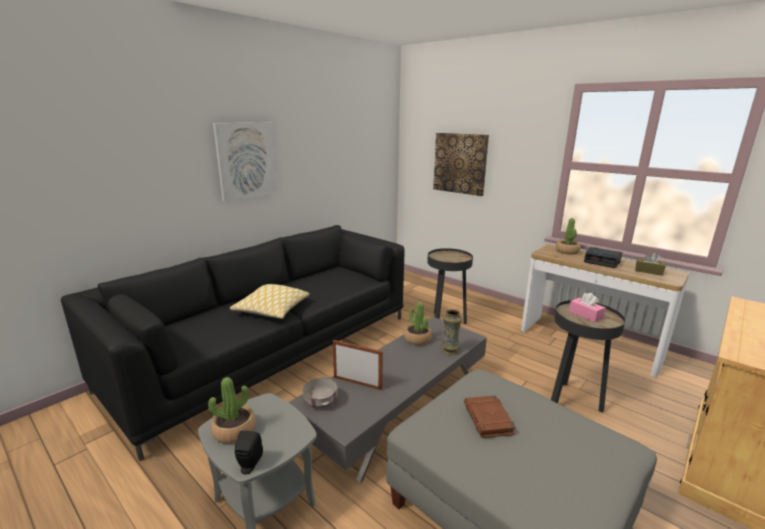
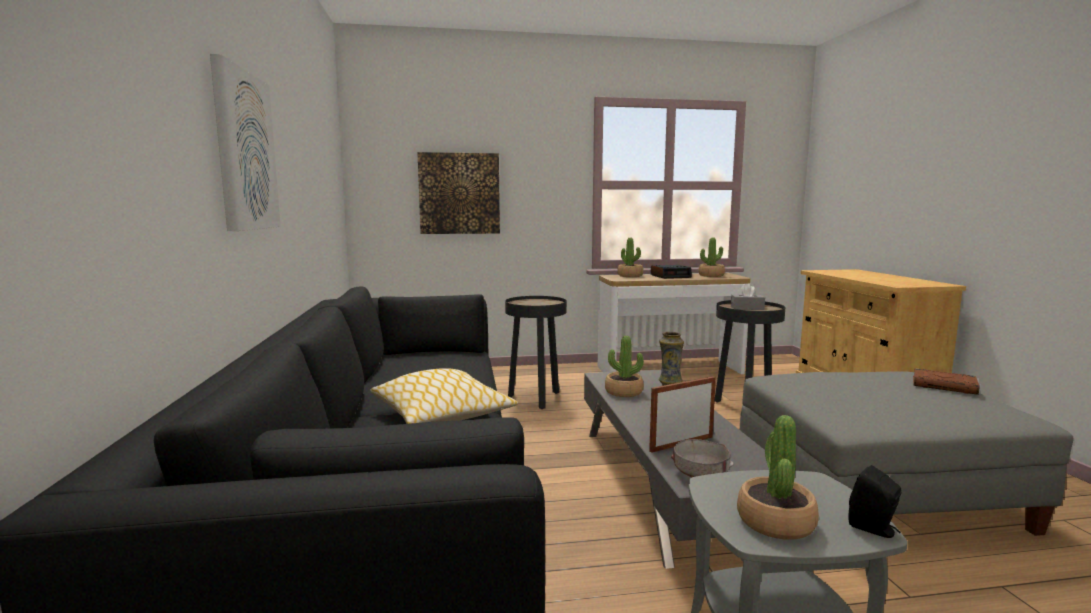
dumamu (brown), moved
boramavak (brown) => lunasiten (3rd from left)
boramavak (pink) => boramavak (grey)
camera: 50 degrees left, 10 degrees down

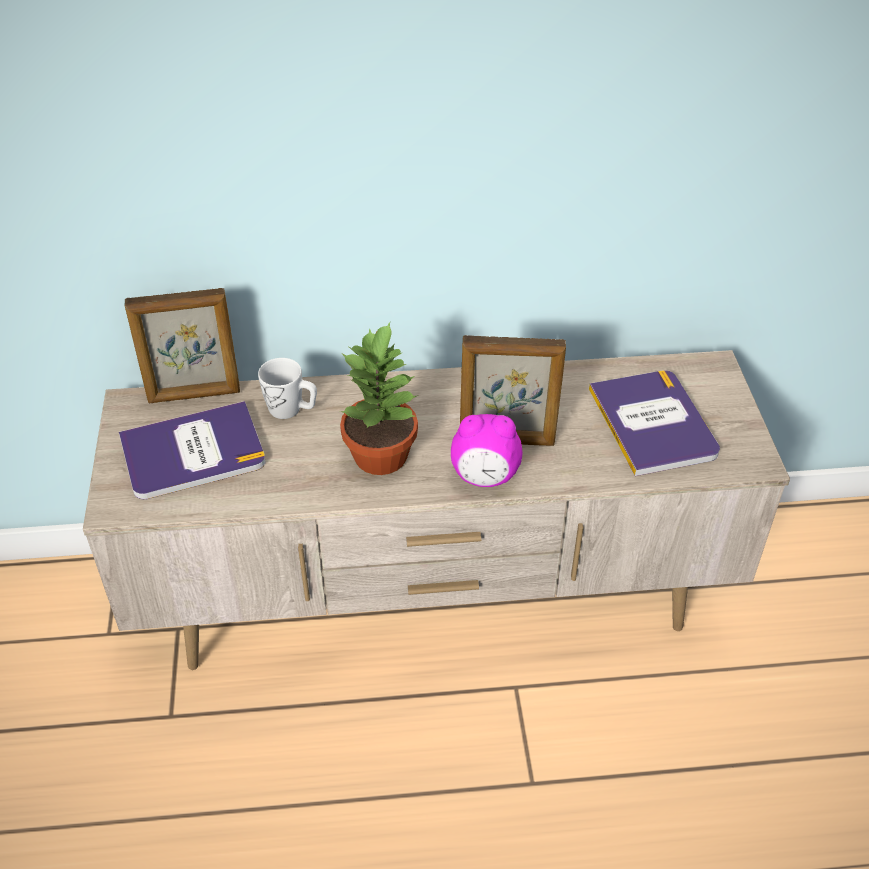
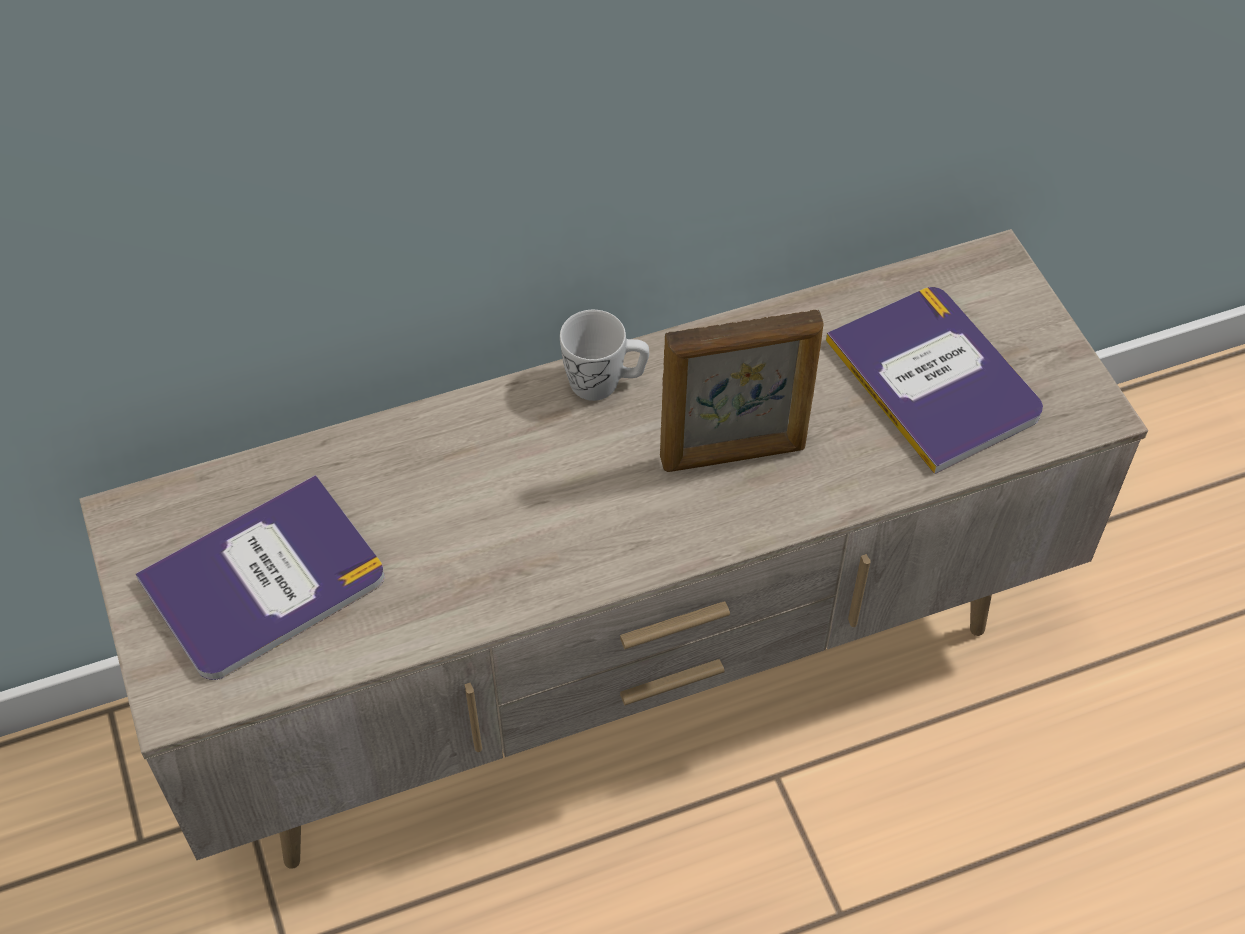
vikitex (1st from left) => nothing
lunasiten => nothing
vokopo => nothing
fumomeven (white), moved
camera: 15 degrees left, 10 degrees up

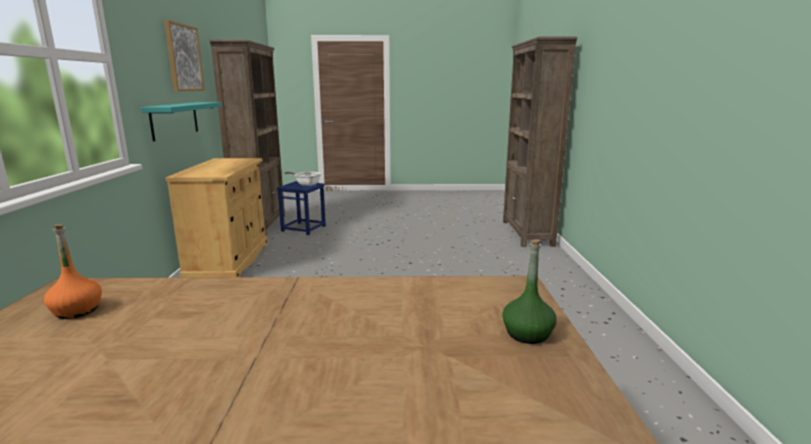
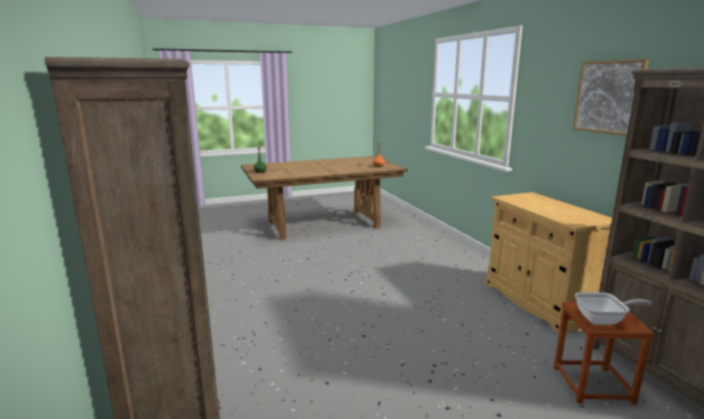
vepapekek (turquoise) => nothing
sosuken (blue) => sosuken (brown)
camera: 160 degrees right, 0 degrees up

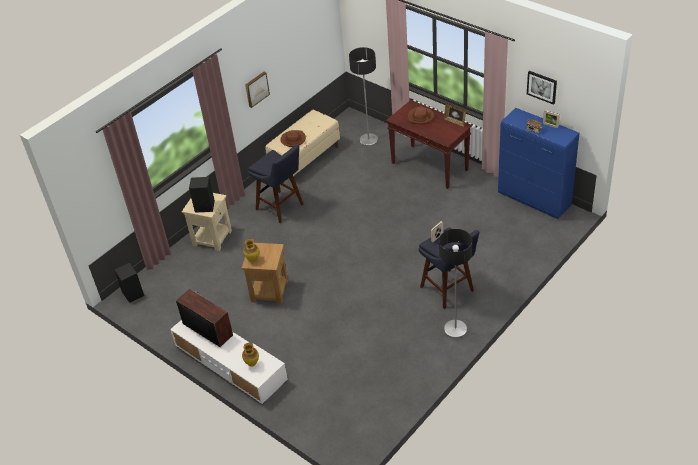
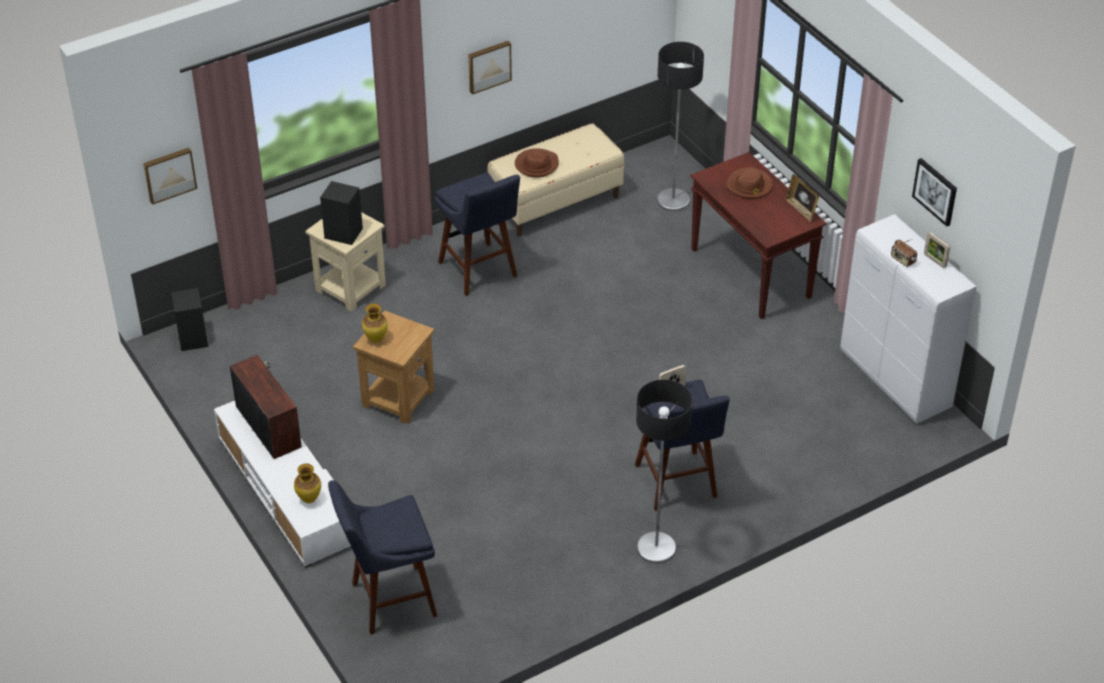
nothing => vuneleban (1st from left)
nothing => sosuken (blue) (1st from left)
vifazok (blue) => vifazok (white)
camera: 15 degrees right, 0 degrees up

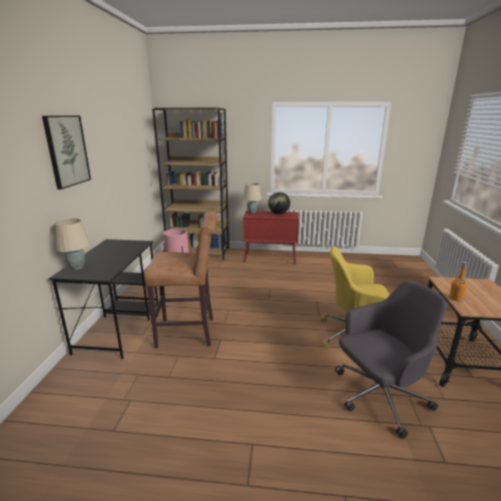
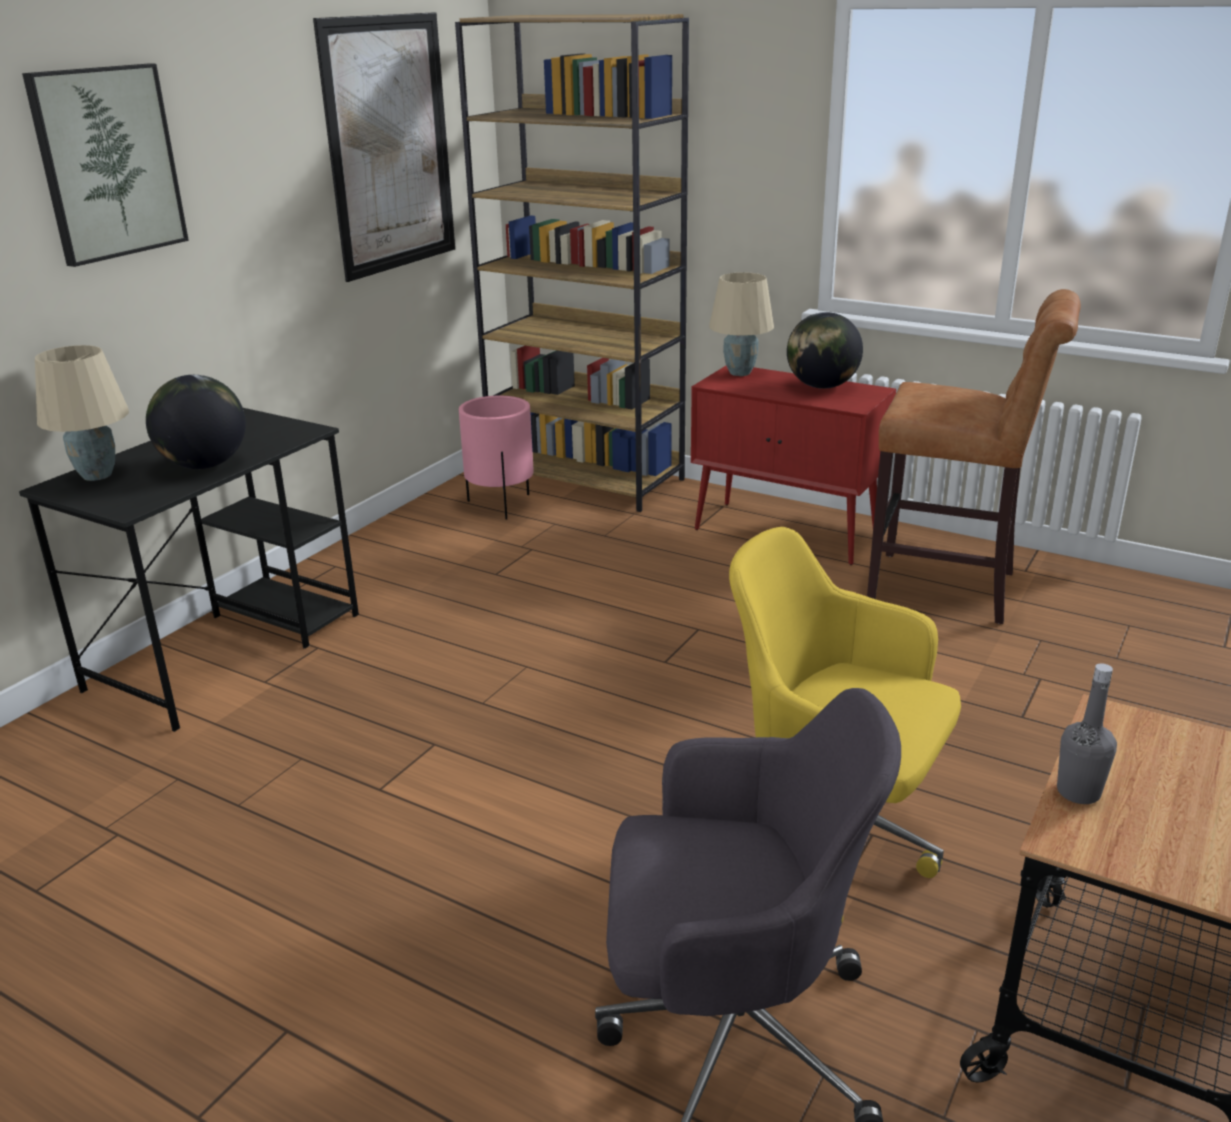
nothing => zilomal (1st from left)
nothing => vuneleban (2nd from left)
sosuken (brown), moved
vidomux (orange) => vidomux (grey)
camera: 25 degrees right, 5 degrees up

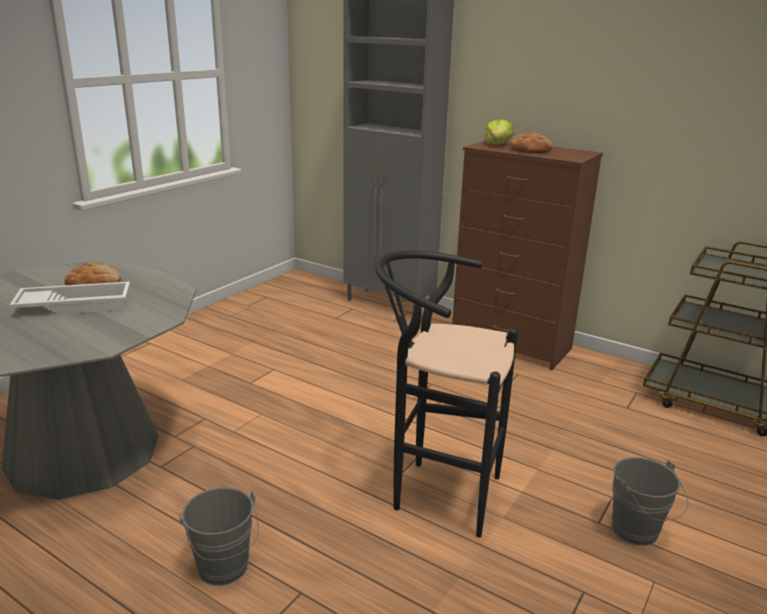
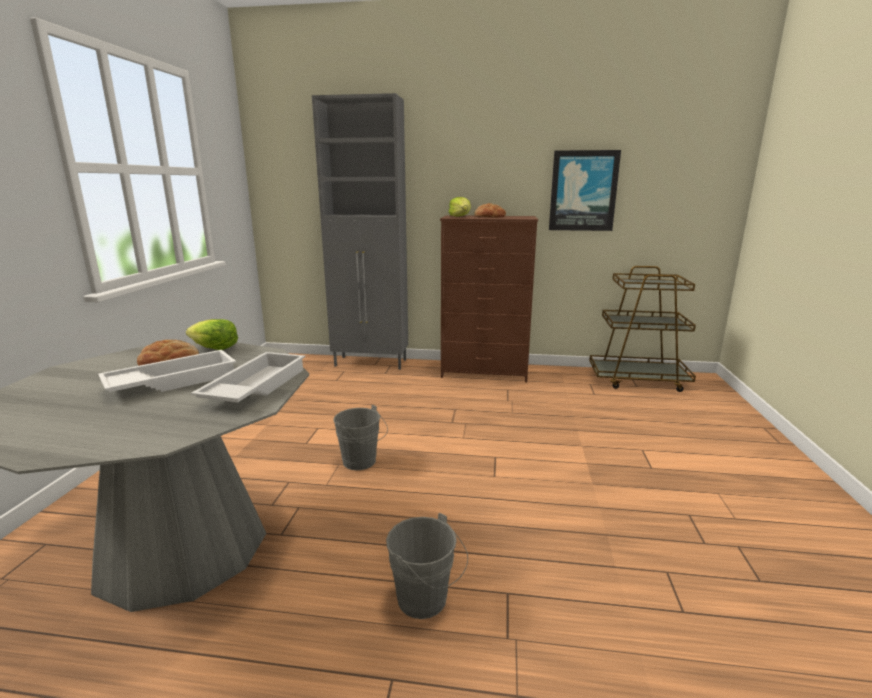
sosuken (black) => nothing
nothing => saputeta (1st from left)
nothing => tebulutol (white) (2nd from left)
nothing => vuneleban
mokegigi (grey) (2nd from left in the first image) => mokegigi (grey) (1st from left), moved
camera: 25 degrees left, 5 degrees down

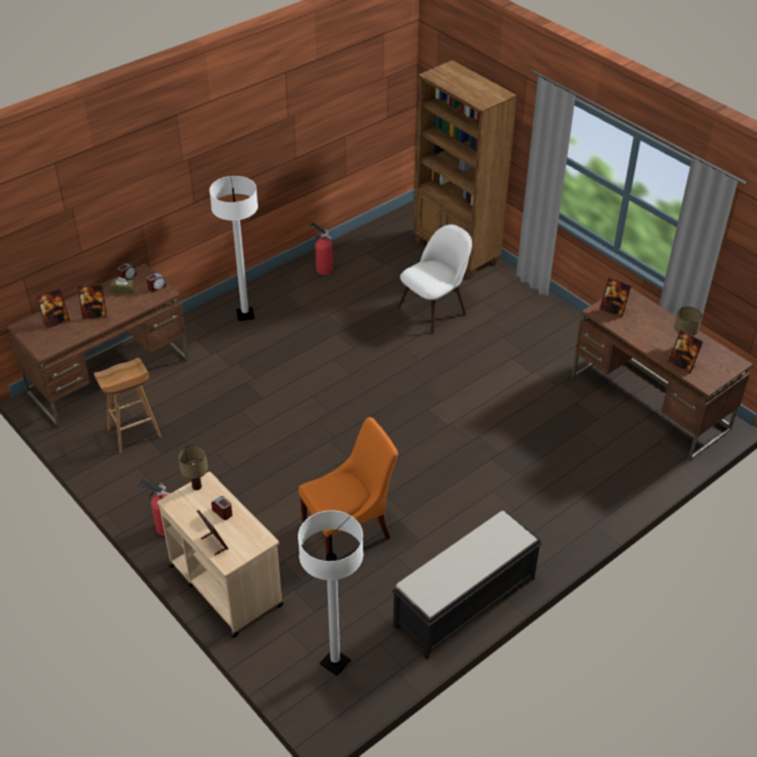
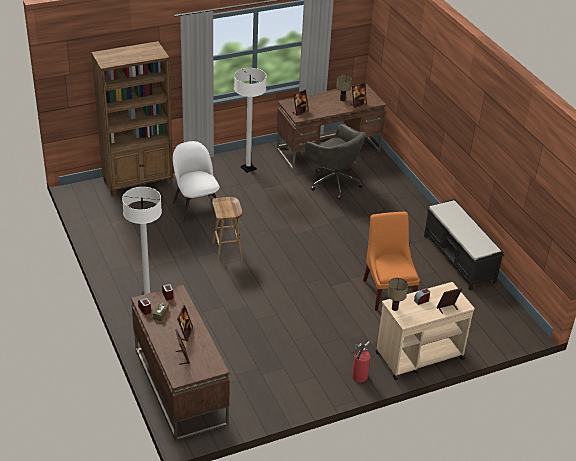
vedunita (2nd from left) => nothing
nothing => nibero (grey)
sosuken (brown), moved
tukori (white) (2nd from left), moved
camera: 75 degrees left, 5 degrees down

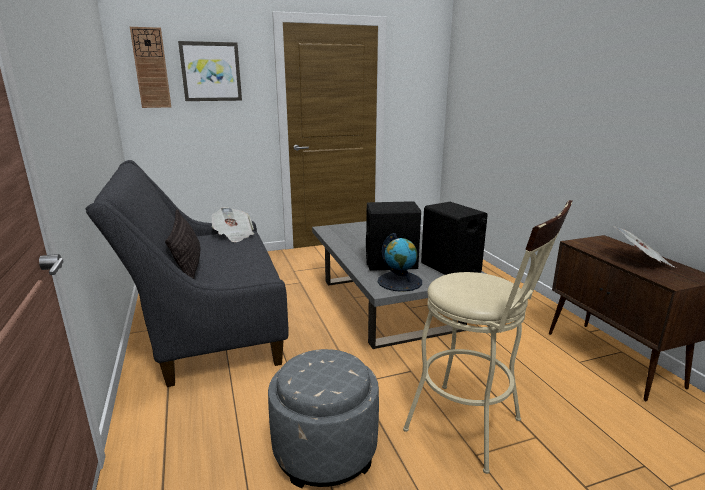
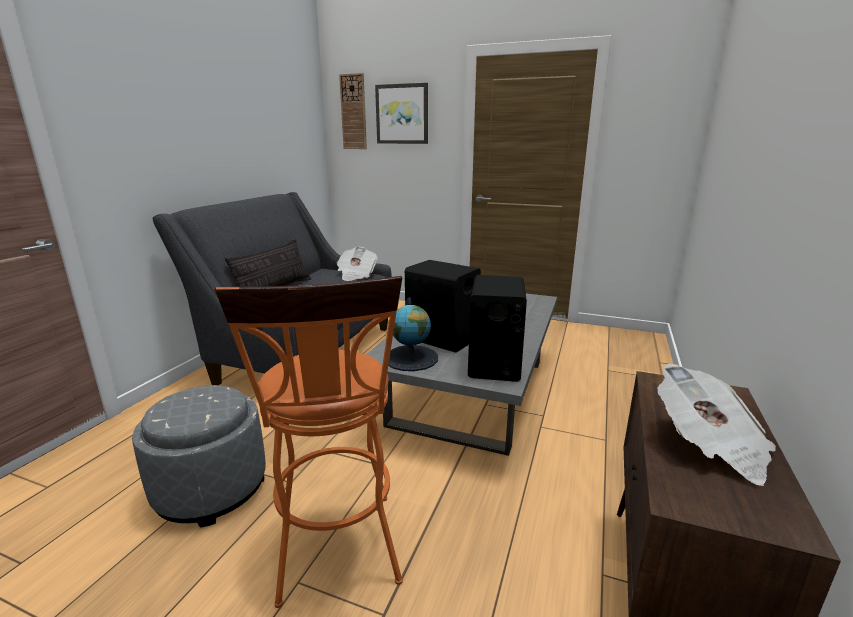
sosuken (beige) => sosuken (orange)
camera: 40 degrees right, 0 degrees up

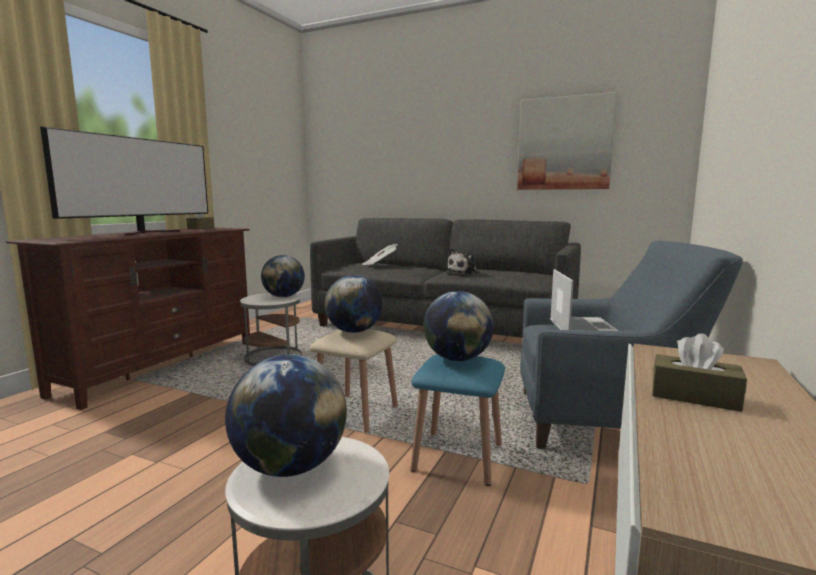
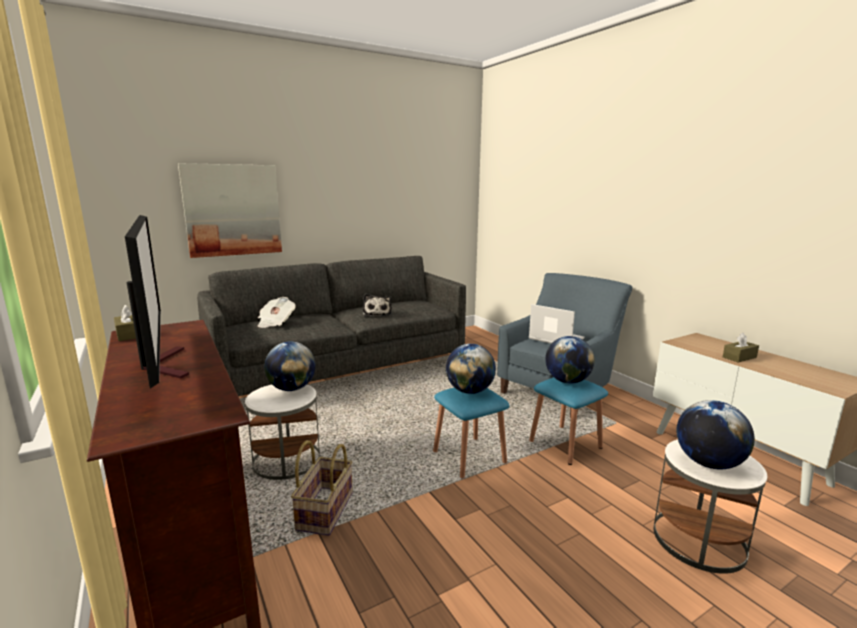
nothing => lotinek
vuneleban, moved
sosuken (beige) => sosuken (blue) (1st from left)
camera: 55 degrees left, 5 degrees up

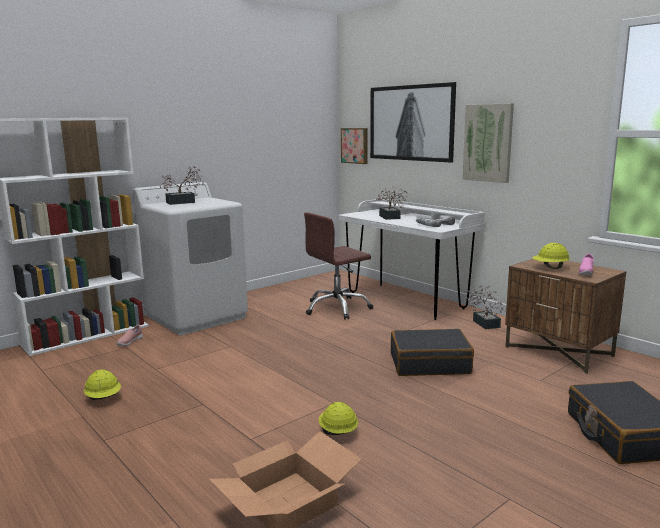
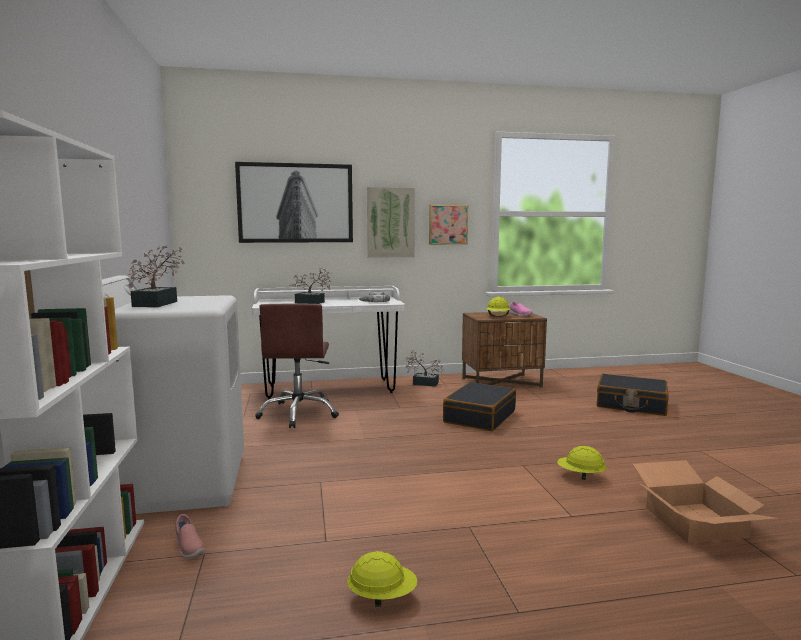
vuneleban (1st from left in the first image) => vuneleban (3rd from left), moved
camera: 60 degrees left, 5 degrees down

